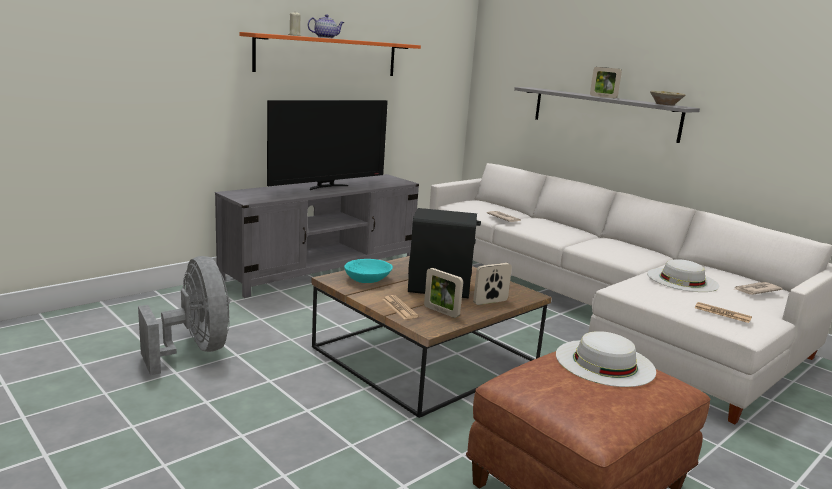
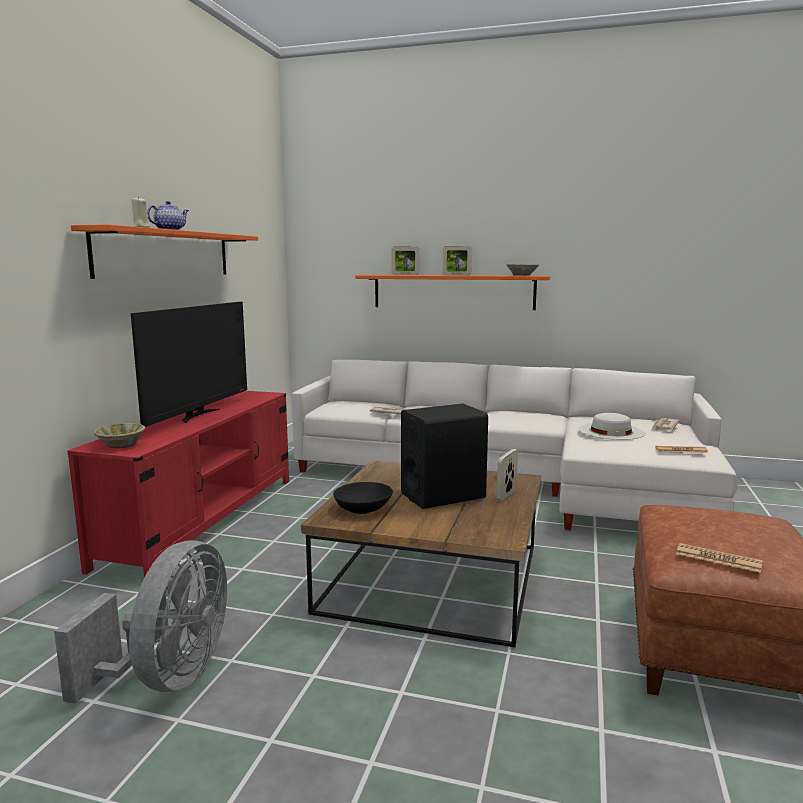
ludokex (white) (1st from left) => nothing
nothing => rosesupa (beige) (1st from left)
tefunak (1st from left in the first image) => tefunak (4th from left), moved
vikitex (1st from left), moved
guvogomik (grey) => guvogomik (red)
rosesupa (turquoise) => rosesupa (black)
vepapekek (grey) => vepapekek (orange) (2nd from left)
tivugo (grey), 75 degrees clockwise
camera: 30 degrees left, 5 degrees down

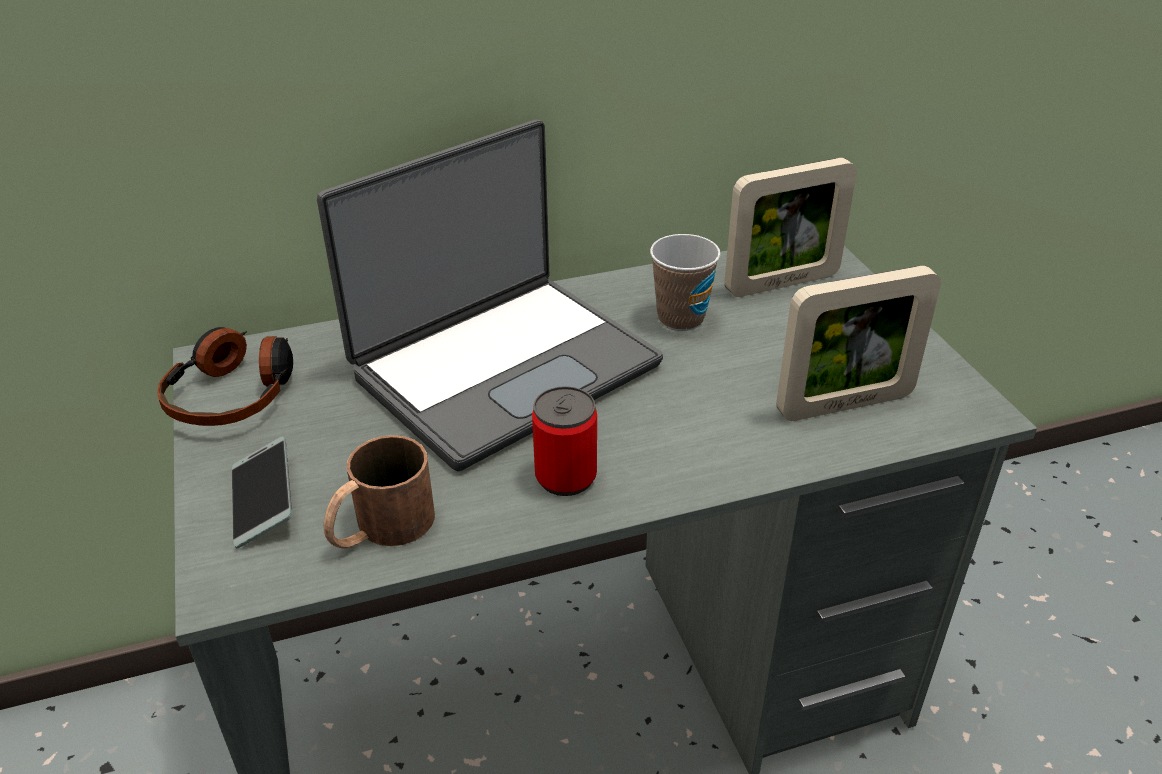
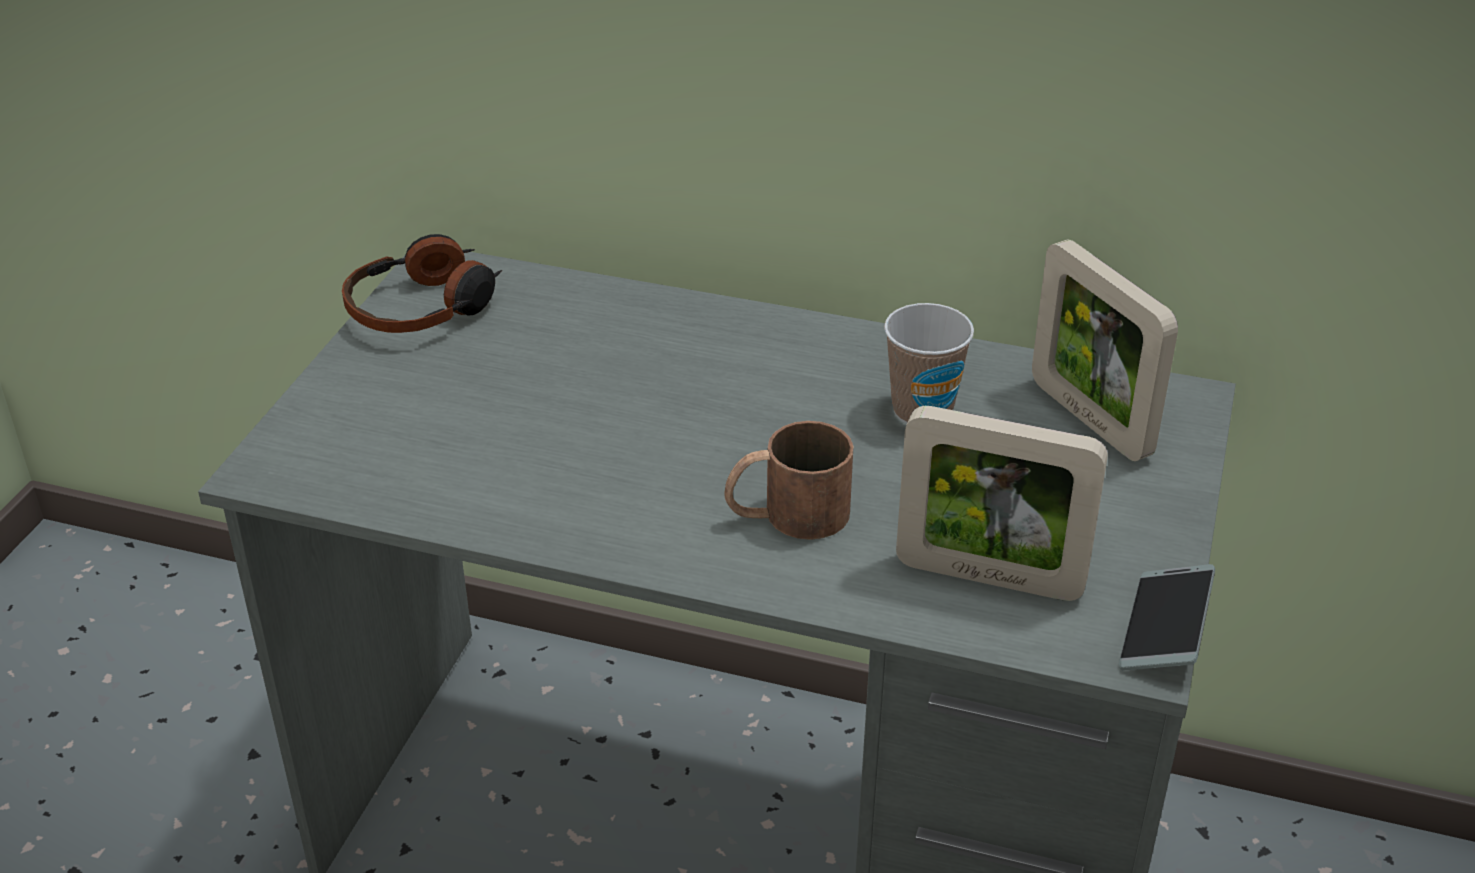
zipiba => nothing
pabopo => nothing
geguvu, moved
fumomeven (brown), moved
vikitex (1st from left in the first image) => vikitex (2nd from left), 45 degrees clockwise
camera: 35 degrees right, 0 degrees up

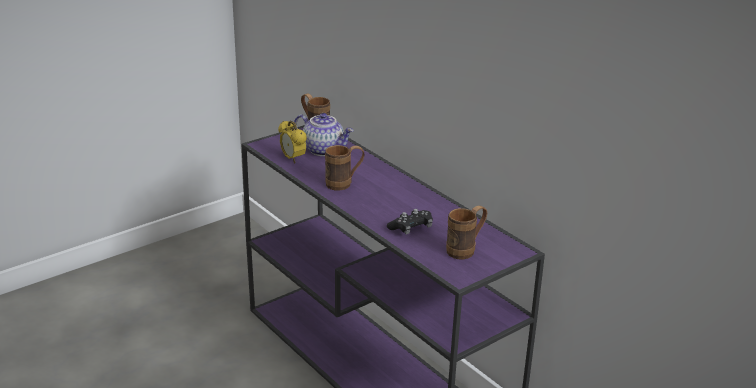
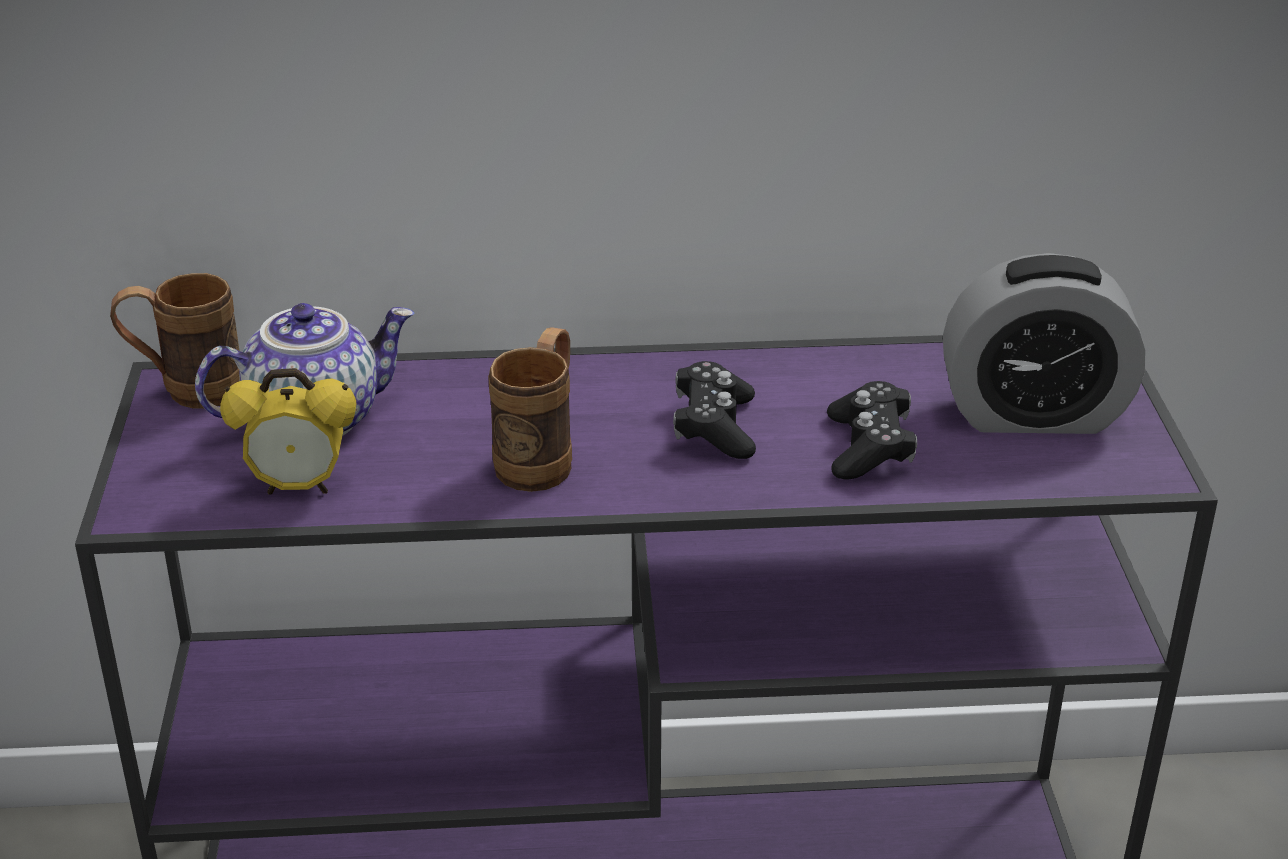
nothing => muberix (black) (1st from left)
fumomeven (brown) (3rd from left) => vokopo (2nd from left)
camera: 55 degrees left, 5 degrees up

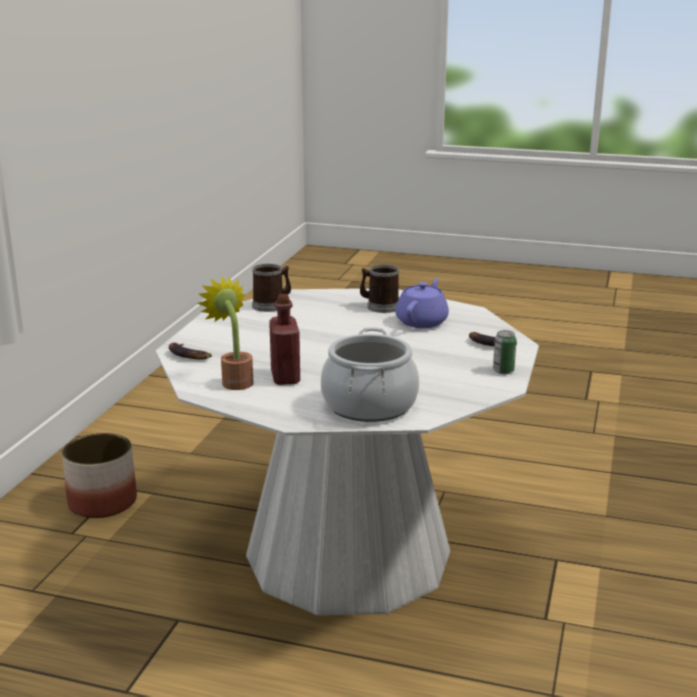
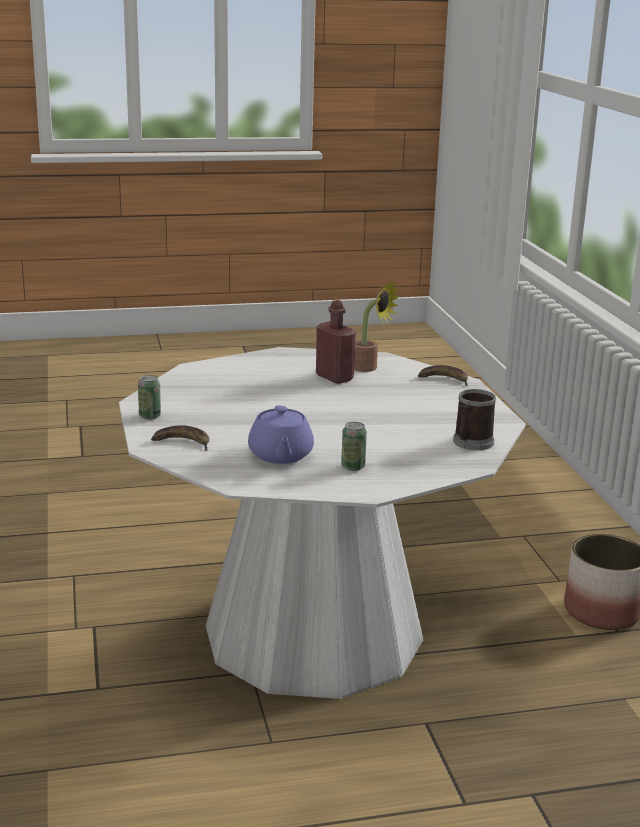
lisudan => nothing
fumomeven (2nd from left) => pabopo (2nd from left)
camera: 150 degrees right, 0 degrees up

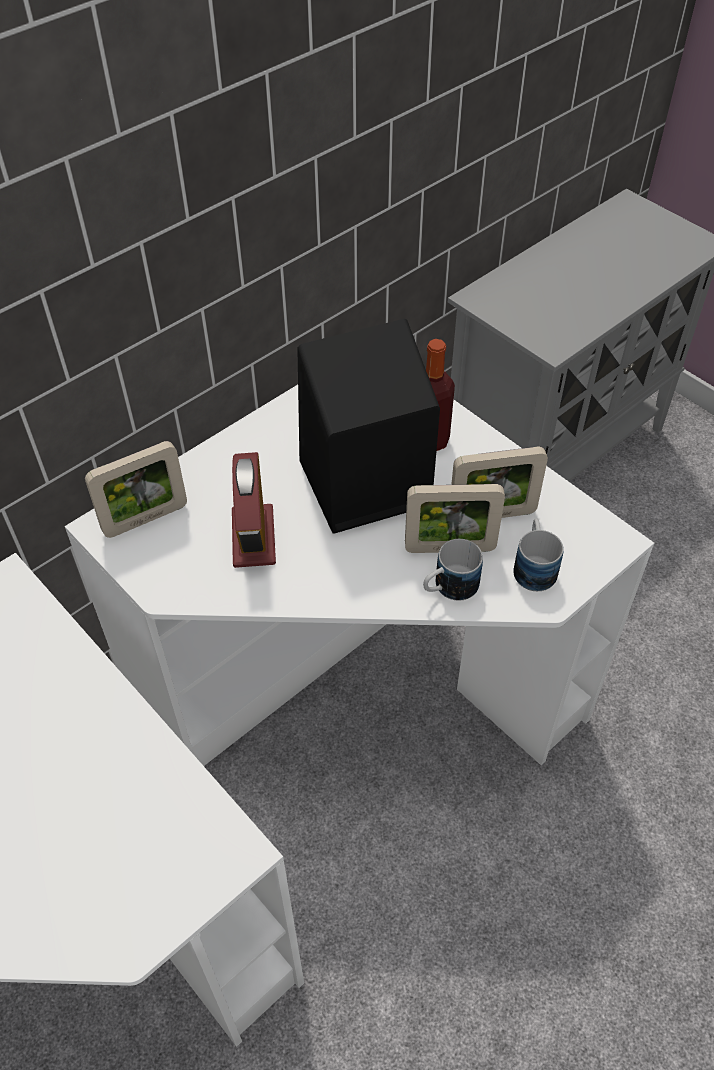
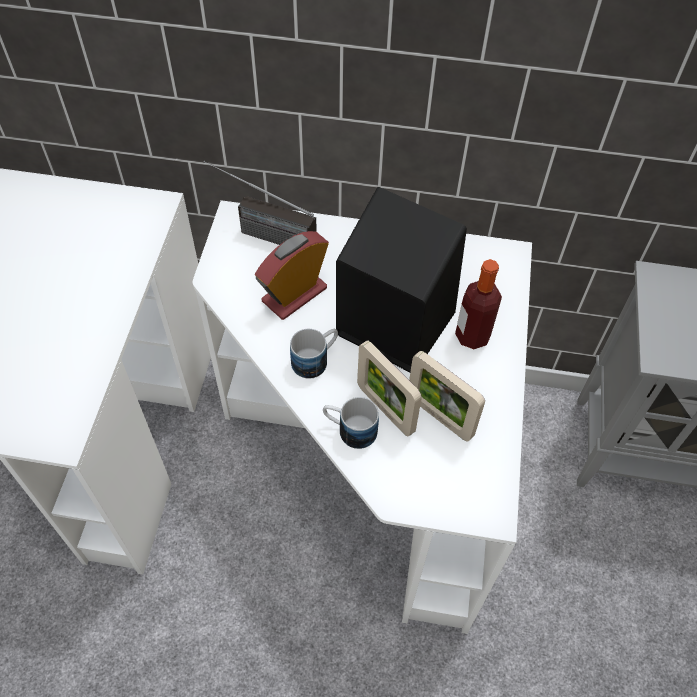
fumomeven (2nd from left in the first image) => fumomeven (1st from left), moved
vikitex (1st from left) => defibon
camera: 50 degrees right, 5 degrees up

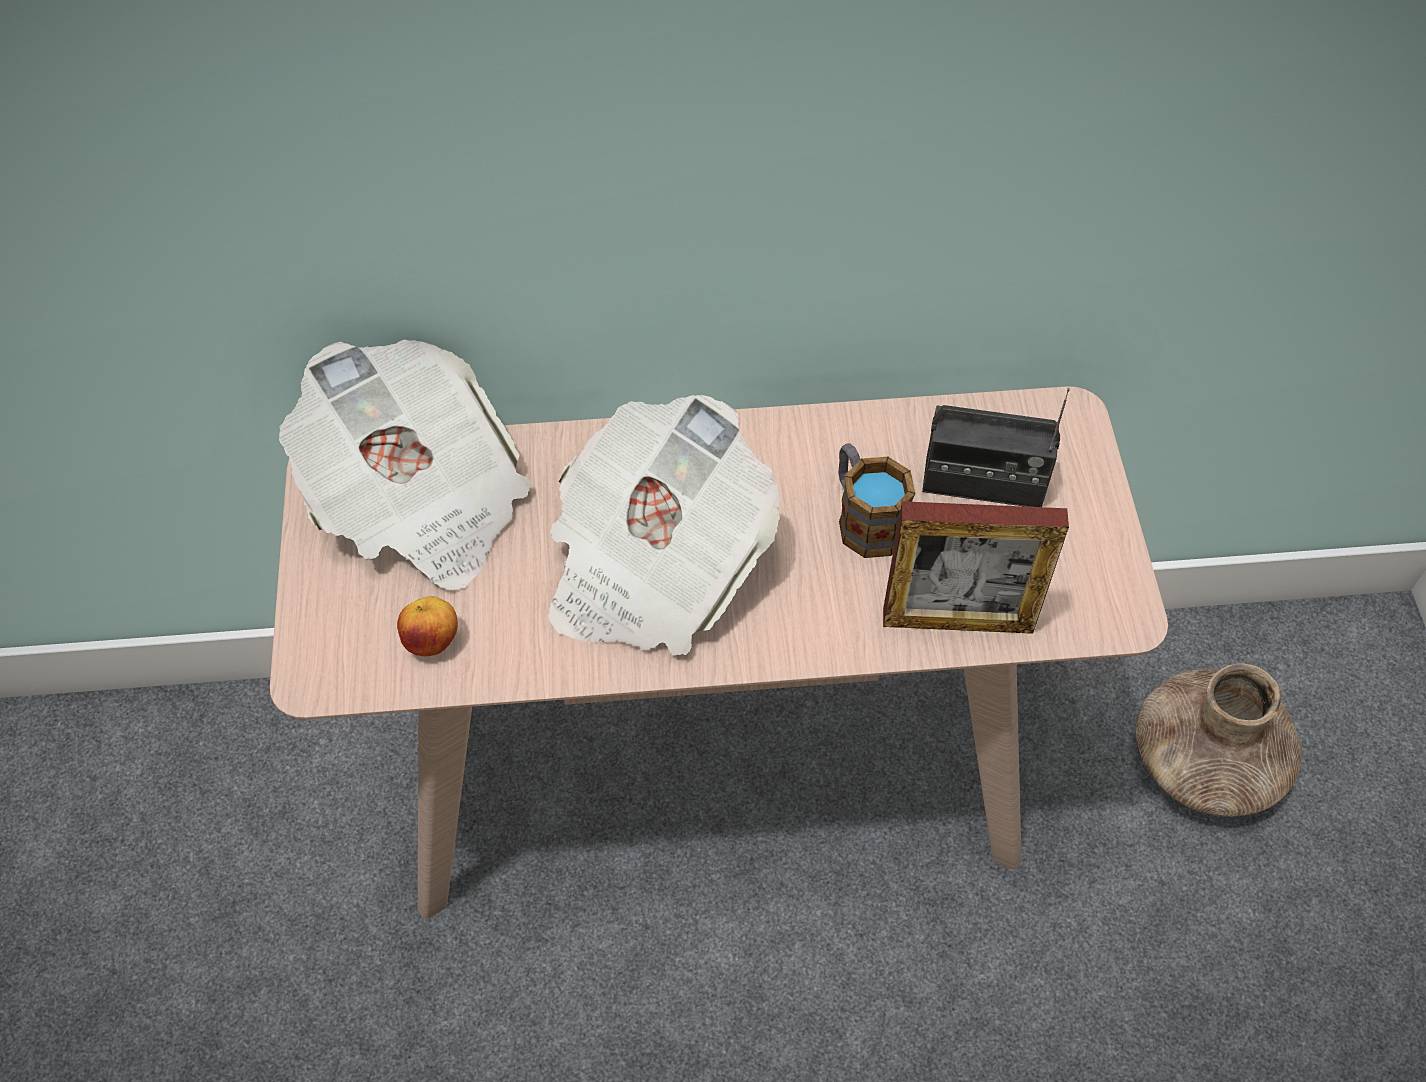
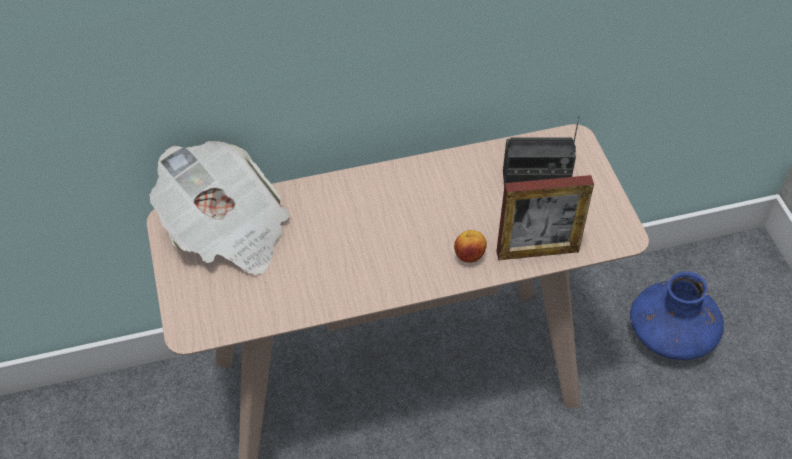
tefunak (2nd from left) => nothing
fumomeven => nothing
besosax, moved
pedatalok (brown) => pedatalok (blue)
camera: 10 degrees left, 5 degrees down

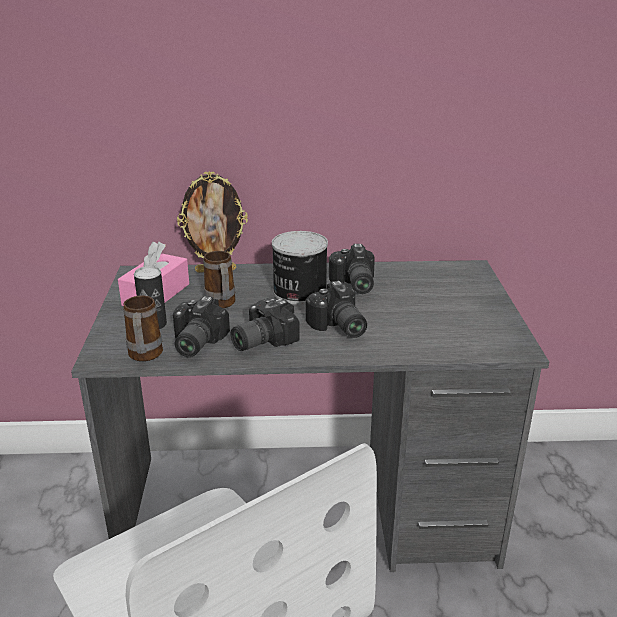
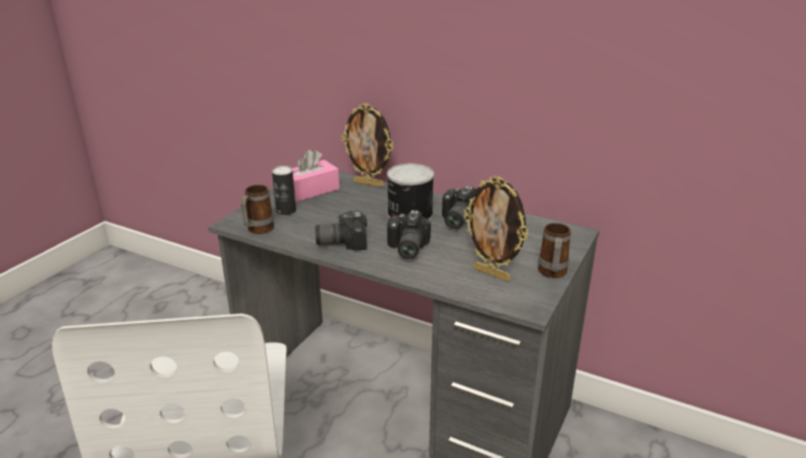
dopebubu (1st from left) => nothing
nothing => vikitex (2nd from left)
fumomeven (2nd from left), moved
camera: 30 degrees right, 0 degrees up

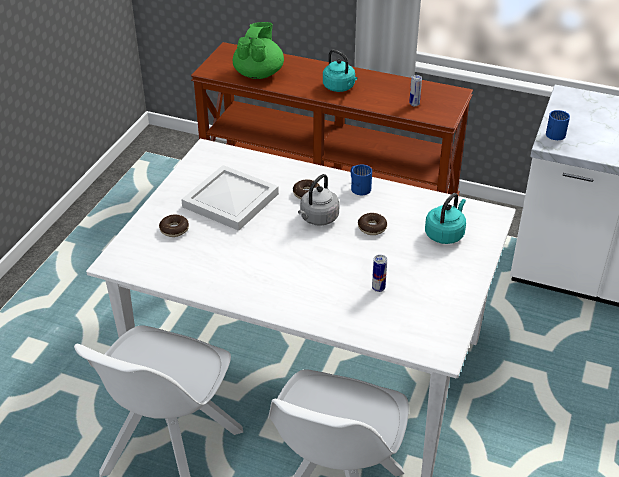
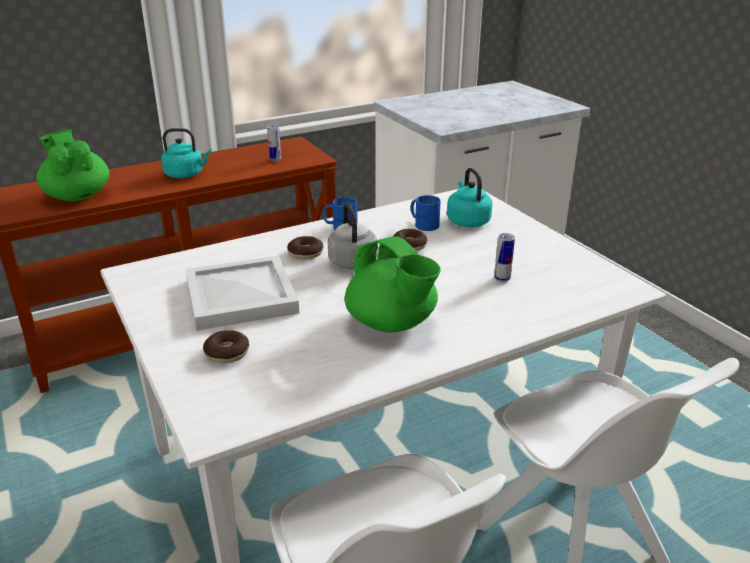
nothing => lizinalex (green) (2nd from left)
fumomeven (blue) (2nd from left), moved
camera: 50 degrees left, 10 degrees down

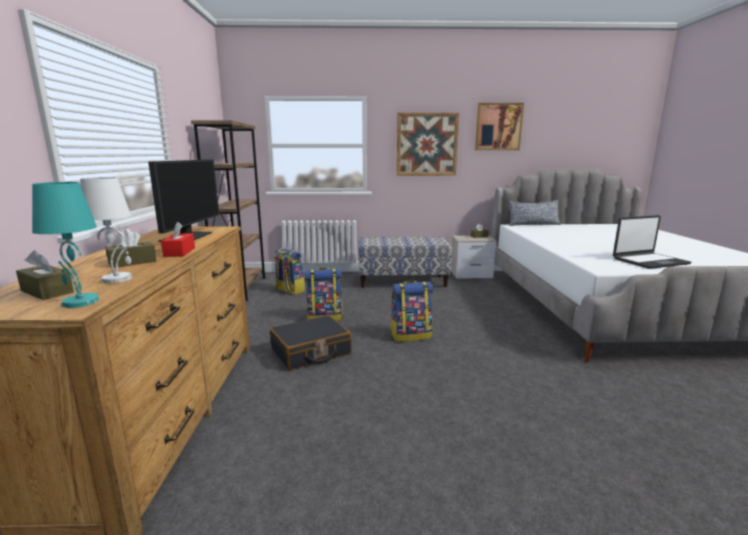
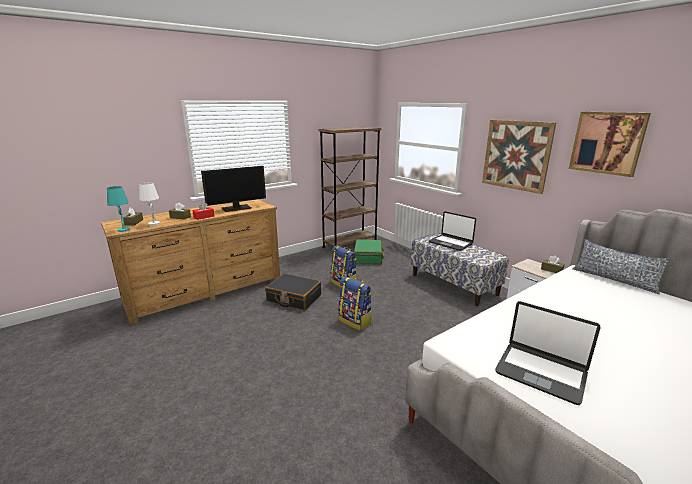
nothing => zipiba (1st from left)
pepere (1st from left) => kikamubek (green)
camera: 55 degrees right, 5 degrees up

